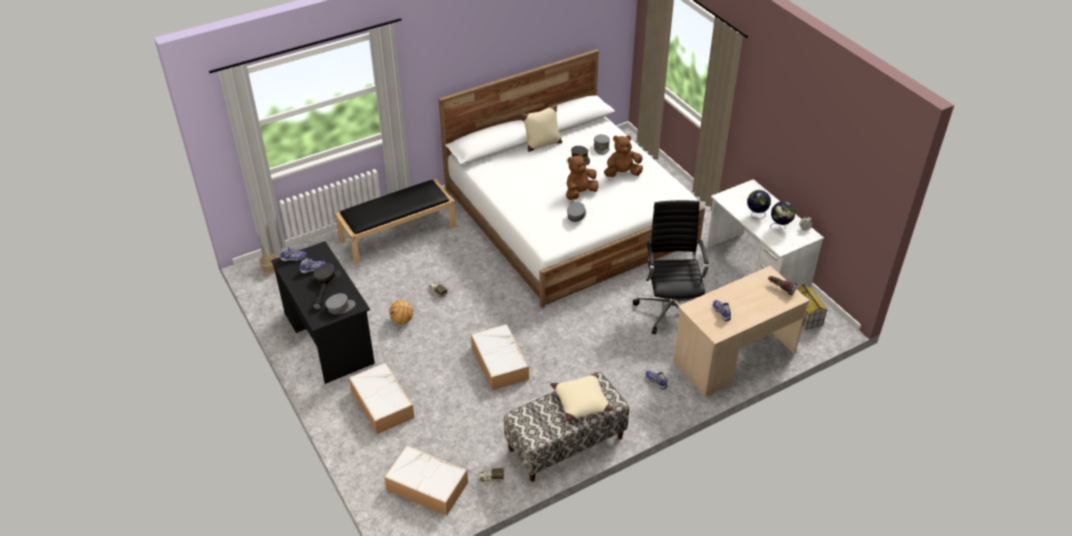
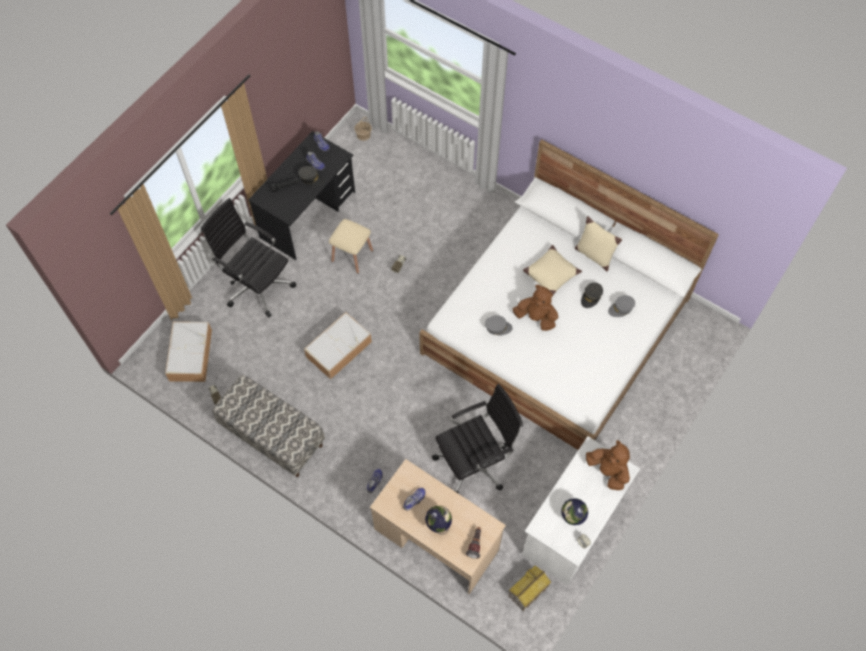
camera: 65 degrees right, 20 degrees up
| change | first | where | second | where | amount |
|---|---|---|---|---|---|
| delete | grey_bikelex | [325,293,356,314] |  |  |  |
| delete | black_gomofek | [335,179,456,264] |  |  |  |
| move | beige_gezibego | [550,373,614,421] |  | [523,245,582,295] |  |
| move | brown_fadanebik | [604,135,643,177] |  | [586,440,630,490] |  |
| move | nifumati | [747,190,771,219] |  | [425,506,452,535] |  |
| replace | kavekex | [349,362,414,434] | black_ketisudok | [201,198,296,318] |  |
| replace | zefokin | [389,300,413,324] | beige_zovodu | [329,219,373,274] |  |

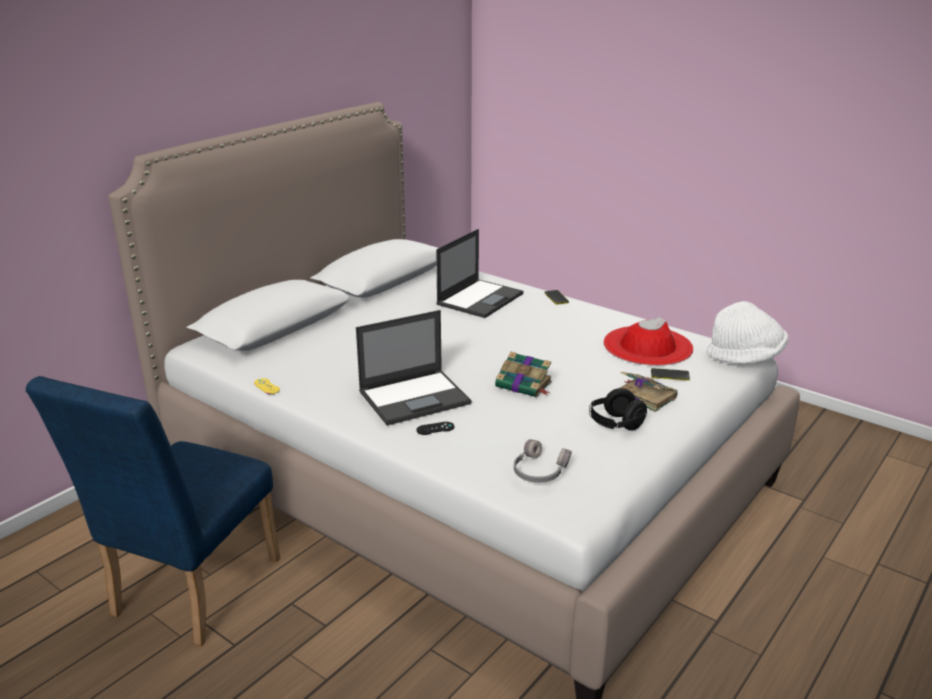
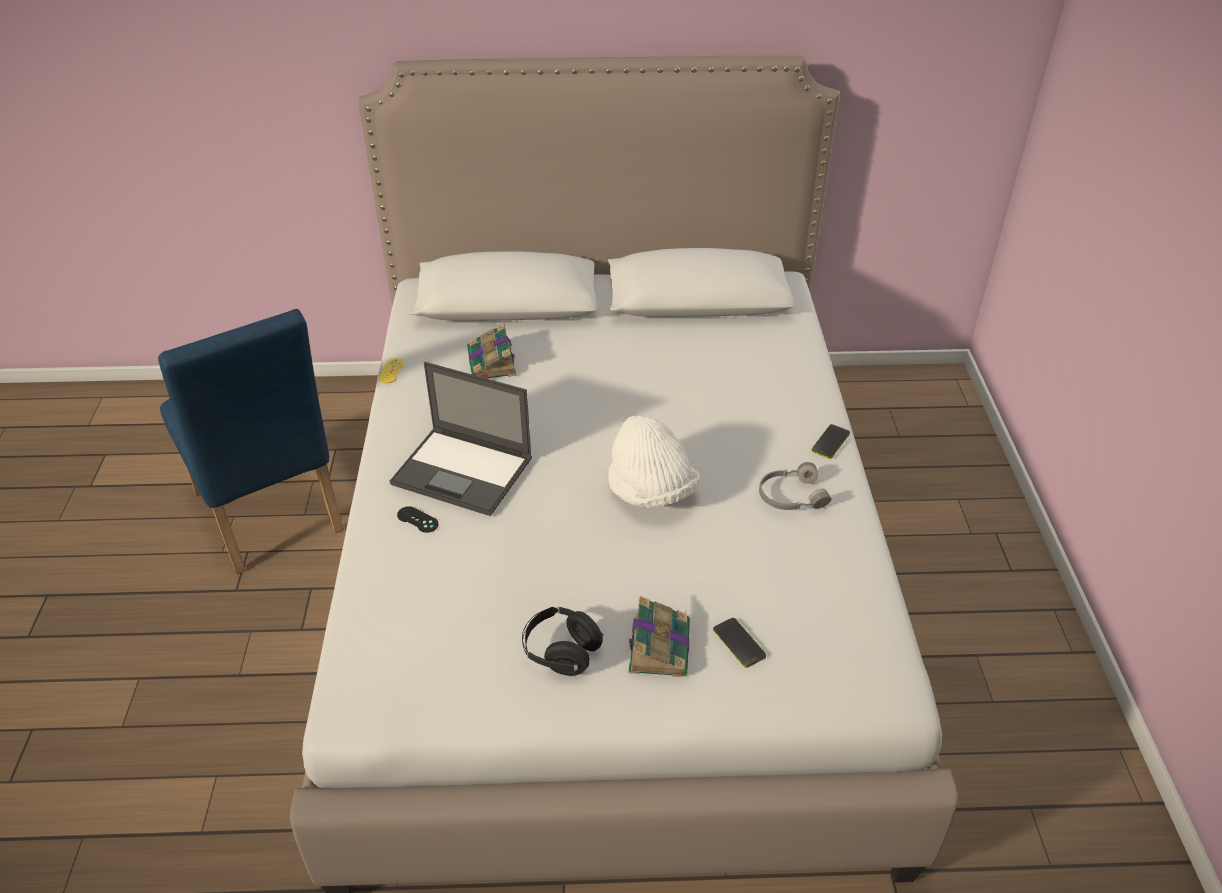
camera: 50 degrees right, 15 degrees up
| change | first | where | second | where | amount |
|---|---|---|---|---|---|
| delete | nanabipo | [436,229,523,318] |  |  |  |
| delete | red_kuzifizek | [603,317,693,366] |  |  |  |
| move | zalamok | [495,352,552,398] |  | [467,323,516,379] |  |
| move | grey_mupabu | [514,439,572,483] |  | [759,462,831,510] |  |
| move | white_kuzifizek | [707,301,788,364] |  | [608,415,700,508] |  |
| rotate | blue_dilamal | [26,376,280,646] |  | [158,309,344,575] | 105 degrees counterclockwise |

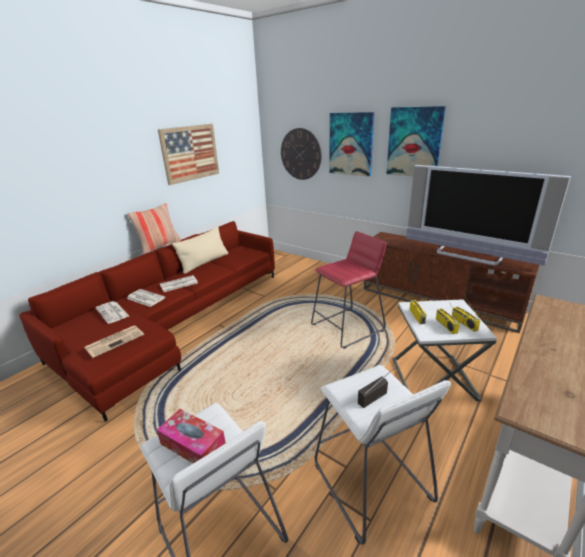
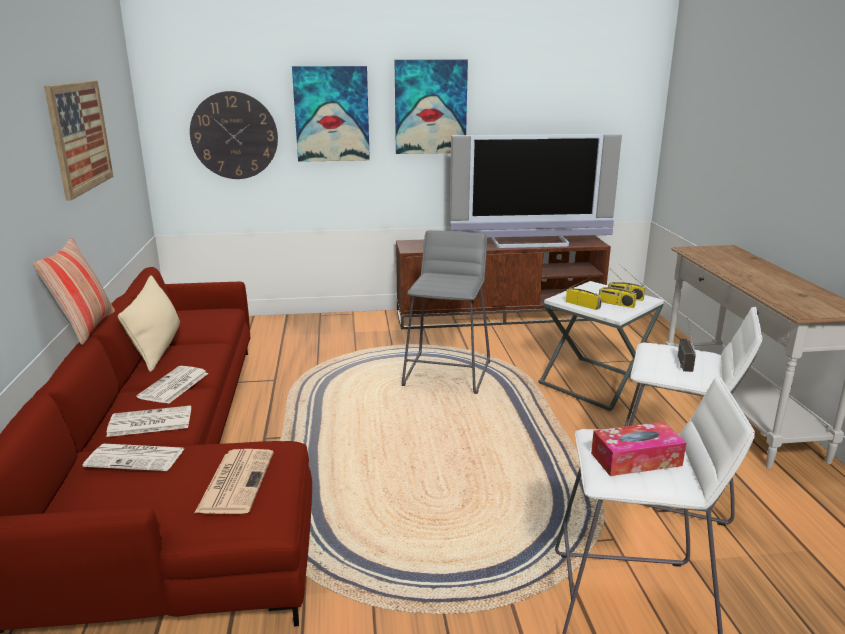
camera: 45 degrees left, 5 degrees down
| change | first | where | second | where | amount |
|---|---|---|---|---|---|
| recolor | red_zovodu | [311,231,386,349] | grey_zovodu | [402,230,490,394] |  |

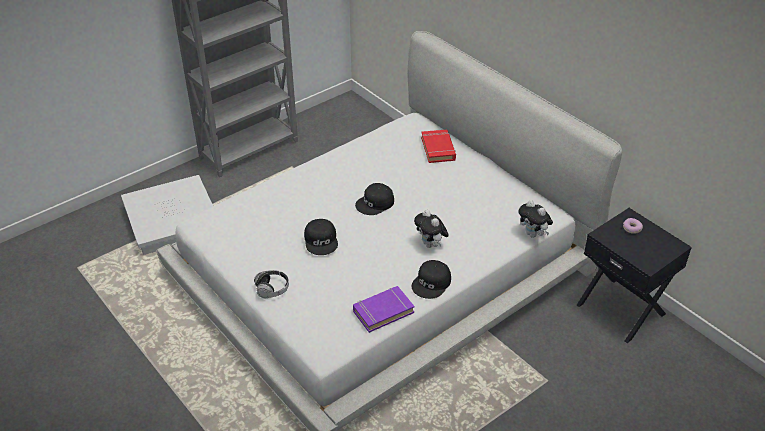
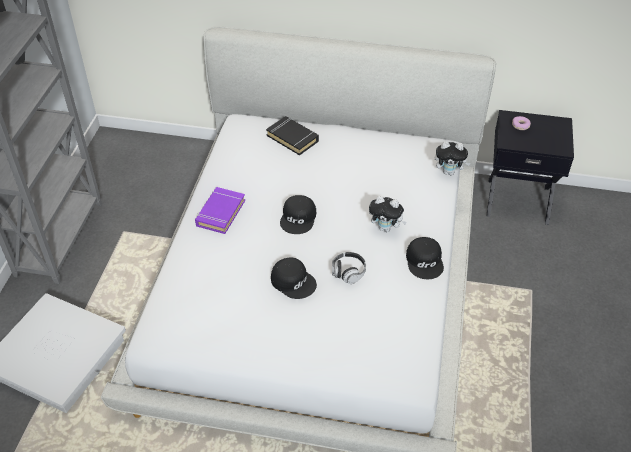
camera: 40 degrees left, 5 degrees up
| change | first | where | second | where | amount |
|---|---|---|---|---|---|
| move | mupabu | [254,270,289,298] |  | [332,252,366,284] |  |
| move | purple_zalamok | [353,286,415,333] |  | [195,187,245,234] |  |
| recolor | red_zalamok | [421,130,456,163] | black_zalamok | [266,116,319,155] |  |

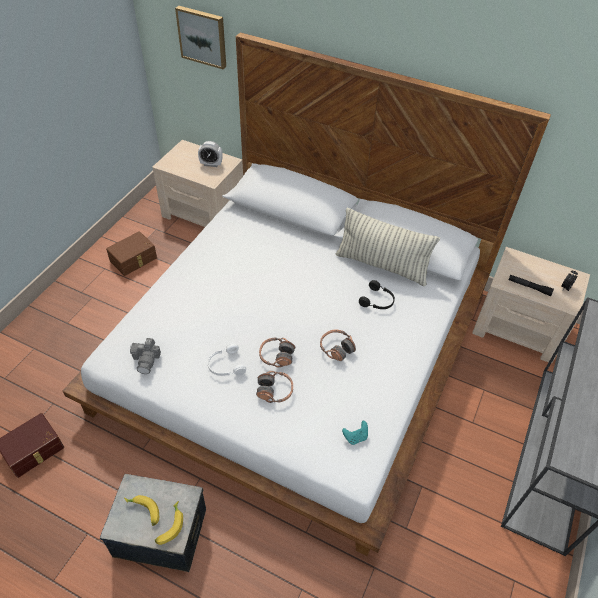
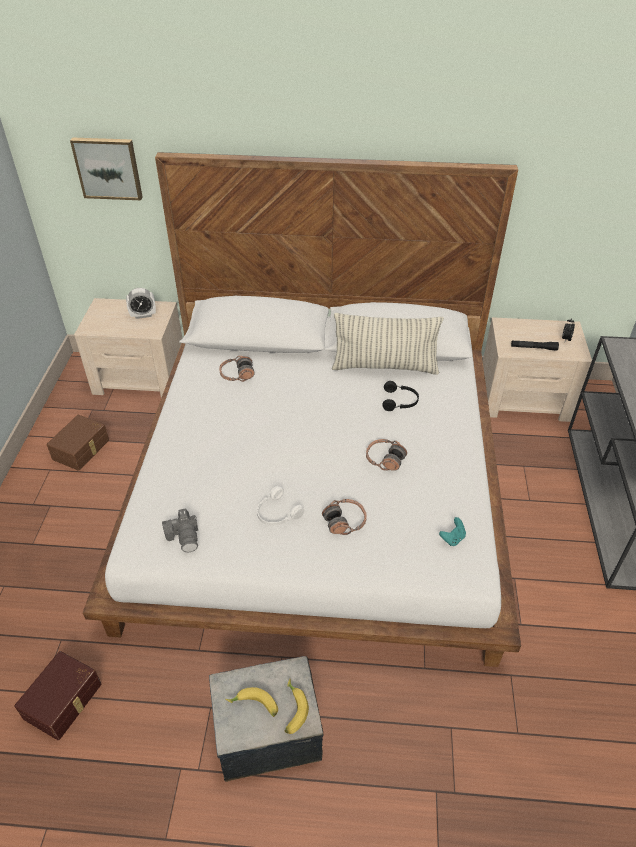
camera: 20 degrees left, 5 degrees down
| change | first | where | second | where | amount |
|---|---|---|---|---|---|
| move | mupabu | [259,338,295,368] |  | [219,356,255,382] |  |

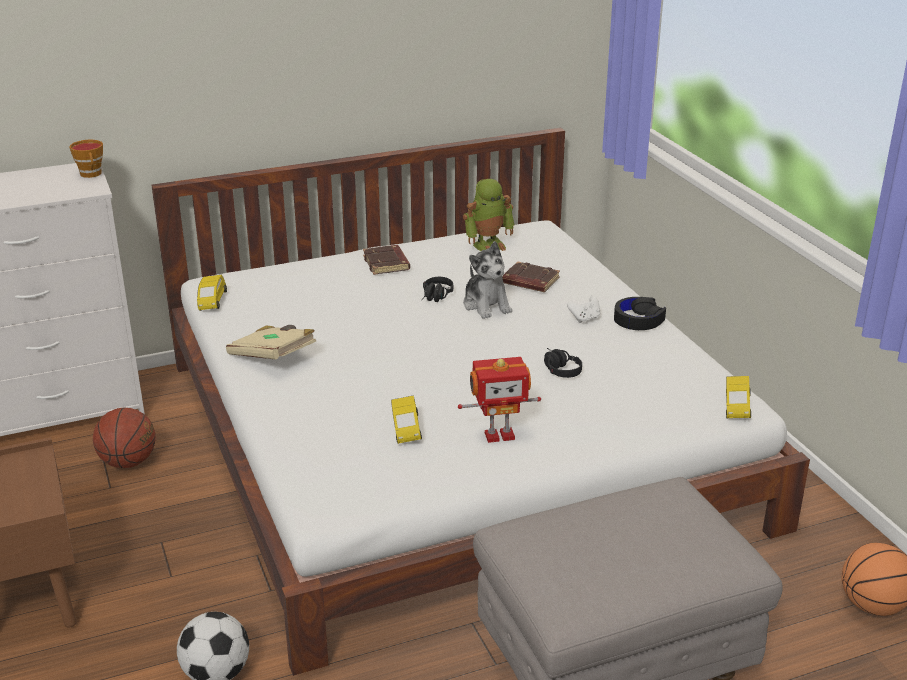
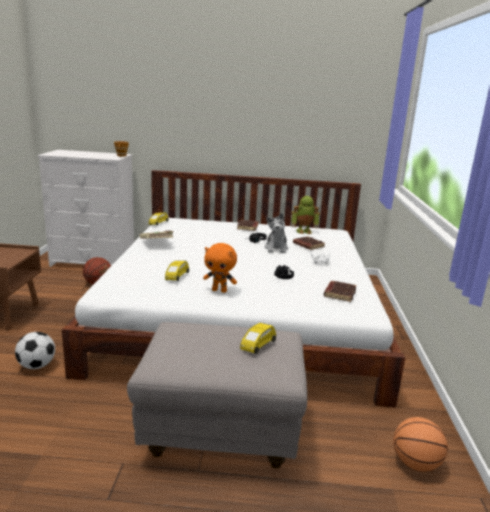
camera: 25 degrees right, 10 degrees down
| change | first | where | second | where | amount |
|---|---|---|---|---|---|
| delete | black_mupabu | [614,297,666,330] |  |  |  |
| insert |  |  | brown_zalamok | [324,281,356,302] |  |
| move | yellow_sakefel | [726,376,751,418] |  | [240,323,276,354] |  |
| replace | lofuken | [458,357,541,443] | orange_fadanebik | [203,243,237,293] |  |

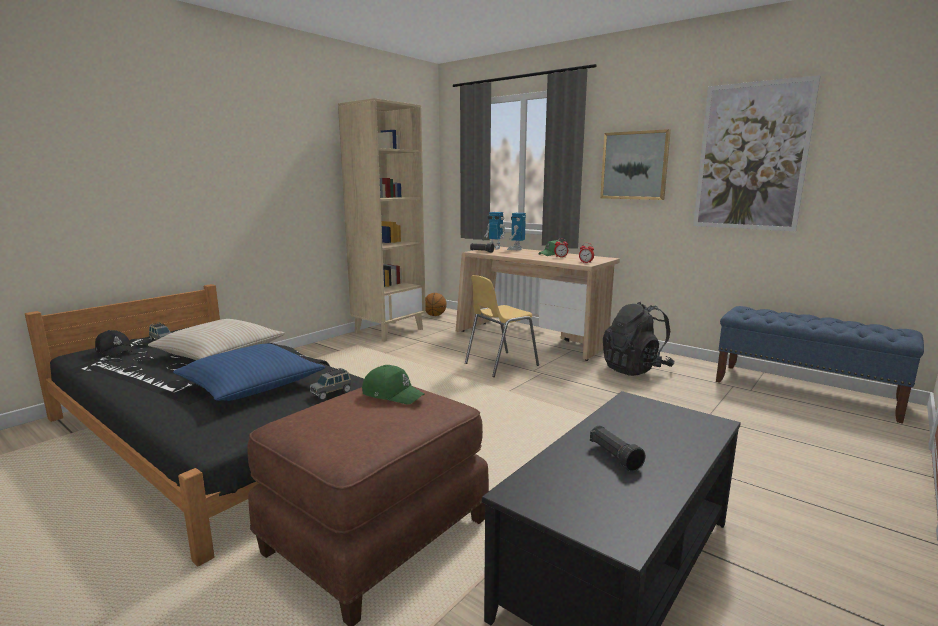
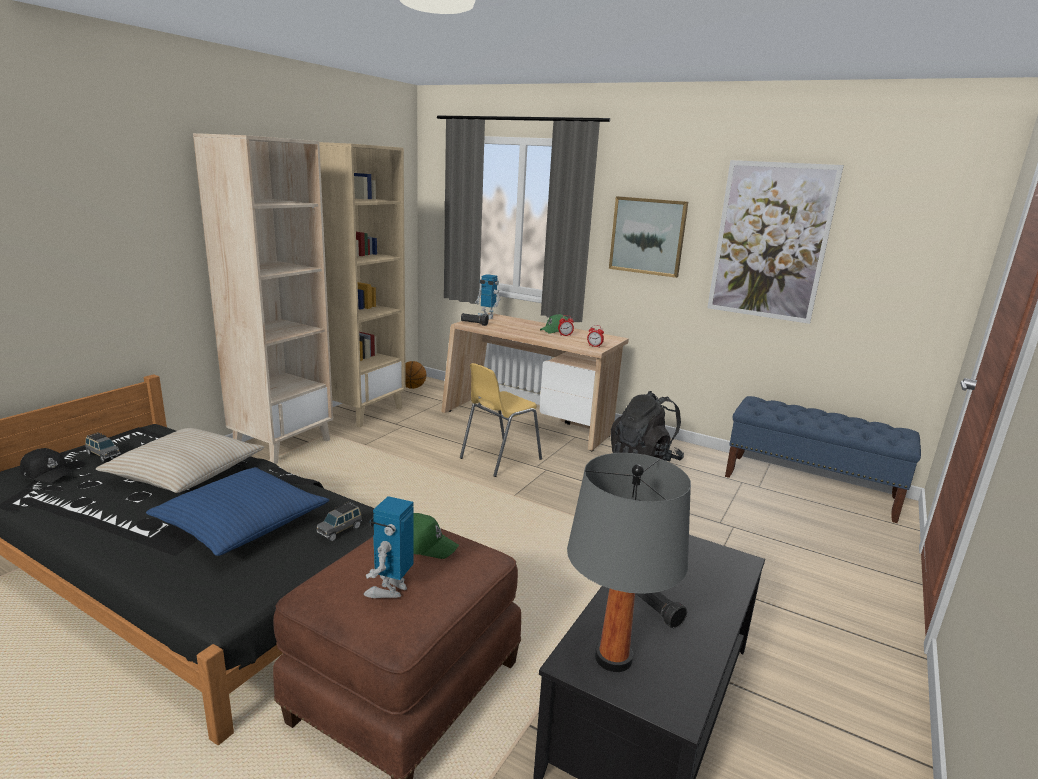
camera: 10 degrees left, 5 degrees up
| change | first | where | second | where | amount |
|---|---|---|---|---|---|
| insert |  |  | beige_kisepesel | [193,133,333,464] |  |
| insert |  |  | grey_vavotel | [567,453,691,672] |  |
| move | lofuken | [507,213,526,250] |  | [364,496,414,598] |  |

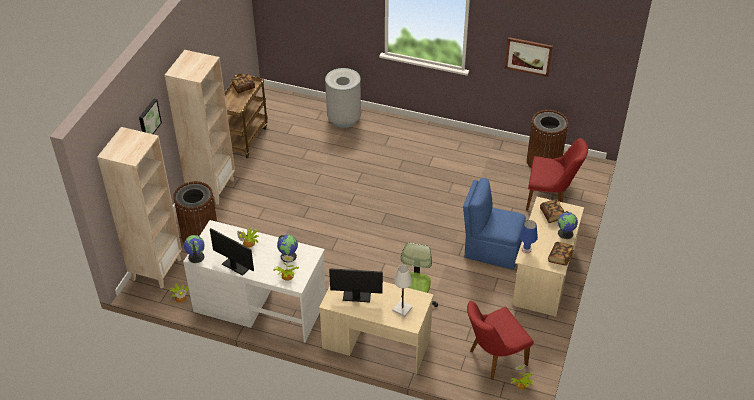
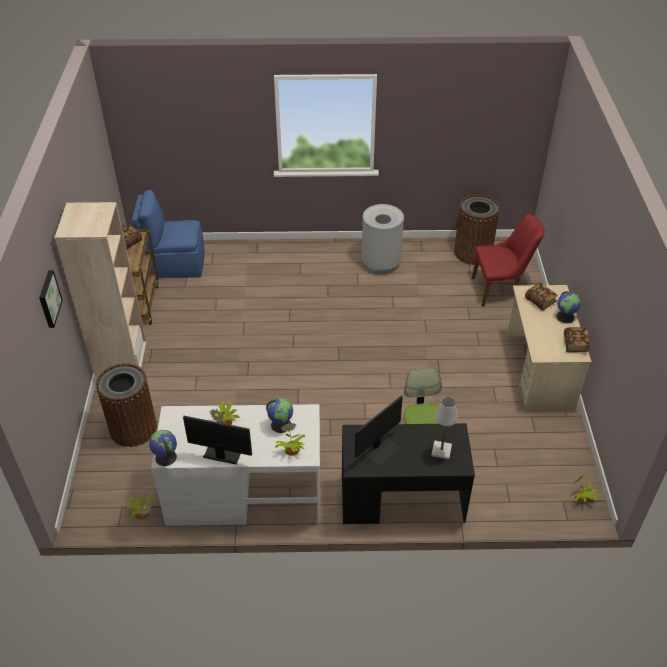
camera: 20 degrees left, 0 degrees up
| change | first | where | second | where | amount |
|---|---|---|---|---|---|
| delete | beige_kisepesel | [97,127,182,289] |  |  |  |
| delete | red_dilamal | [467,301,534,380] |  |  |  |
| delete | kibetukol | [505,37,553,77] |  |  |  |
| delete | blue_vavotel | [519,220,538,253] |  |  |  |
| move | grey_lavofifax | [325,68,361,128] |  | [362,204,404,274] |  |
| move | blue_dilamal | [463,178,526,269] |  | [132,190,205,278] |  |
| recolor | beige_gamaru | [319,282,434,375] | black_gamaru | [342,423,475,524] |  |
| rotate | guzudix | [329,268,383,302] |  | [355,396,403,467] | 150 degrees clockwise |

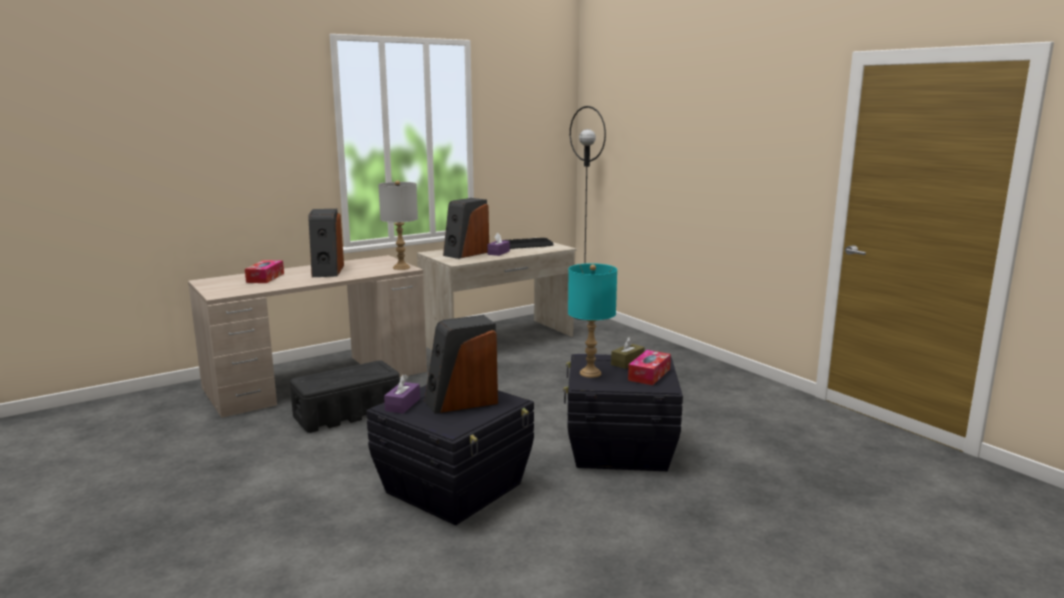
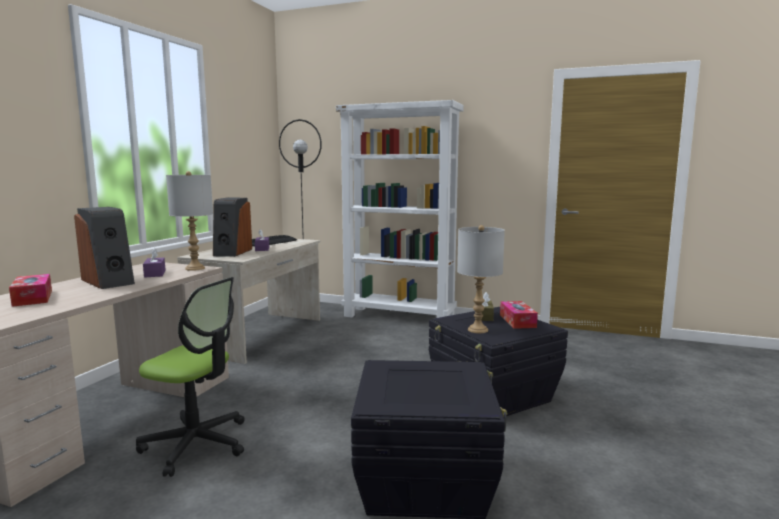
camera: 35 degrees left, 5 degrees down
| change | first | where | second | where | amount |
|---|---|---|---|---|---|
| delete | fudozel | [425,315,498,414] |  |  |  |
| insert |  |  | white_kisepesel | [336,100,464,318] |  |
| move | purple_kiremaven | [384,374,420,414] |  | [143,248,166,278] |  |
| replace | black_kavekex | [290,360,400,433] | ketisudok | [136,277,245,477] |  |
| recolor | turquoise_vavotel | [568,263,617,378] | grey_vavotel | [457,225,505,333] |  |

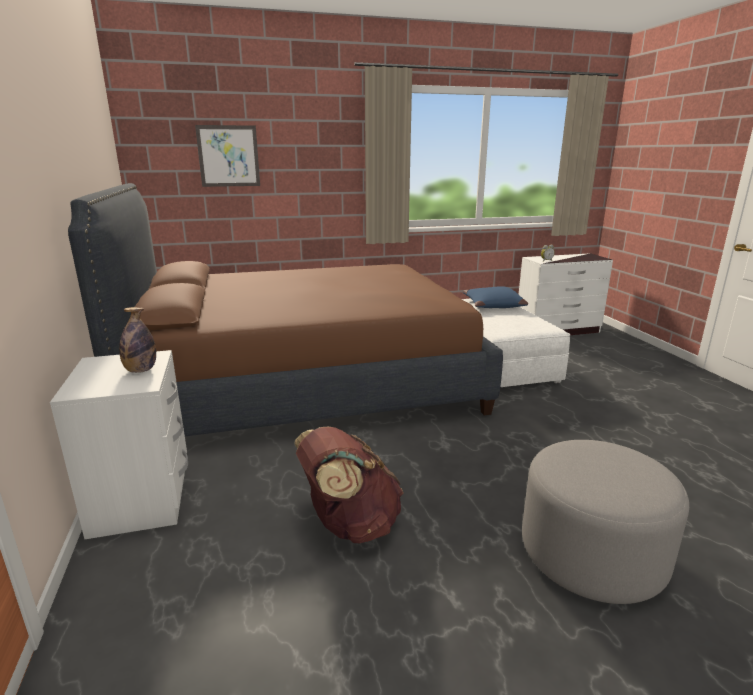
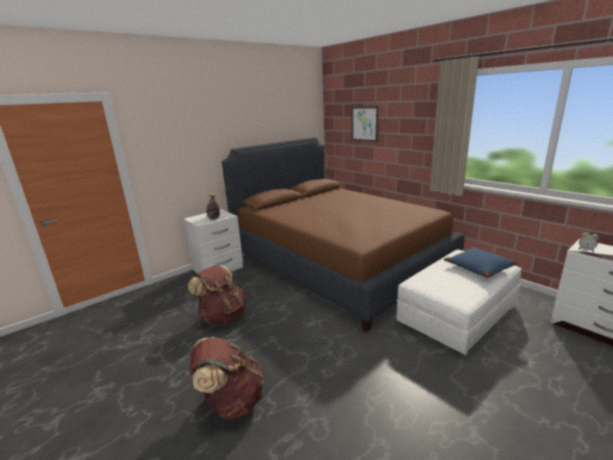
camera: 65 degrees right, 0 degrees up
| change | first | where | second | where | amount |
|---|---|---|---|---|---|
| replace | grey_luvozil | [522,440,689,604] | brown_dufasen | [190,337,264,420] |  |

